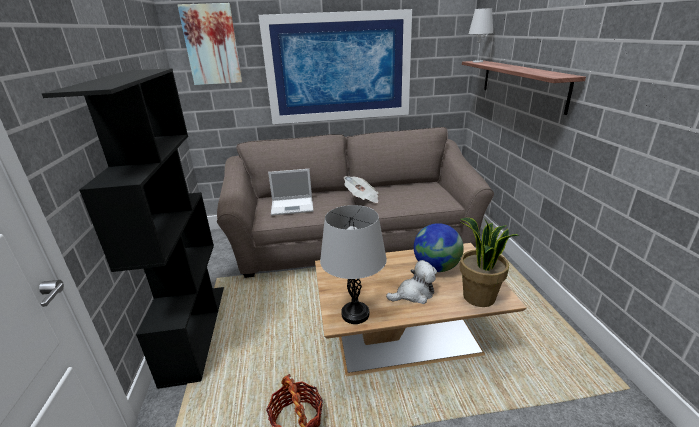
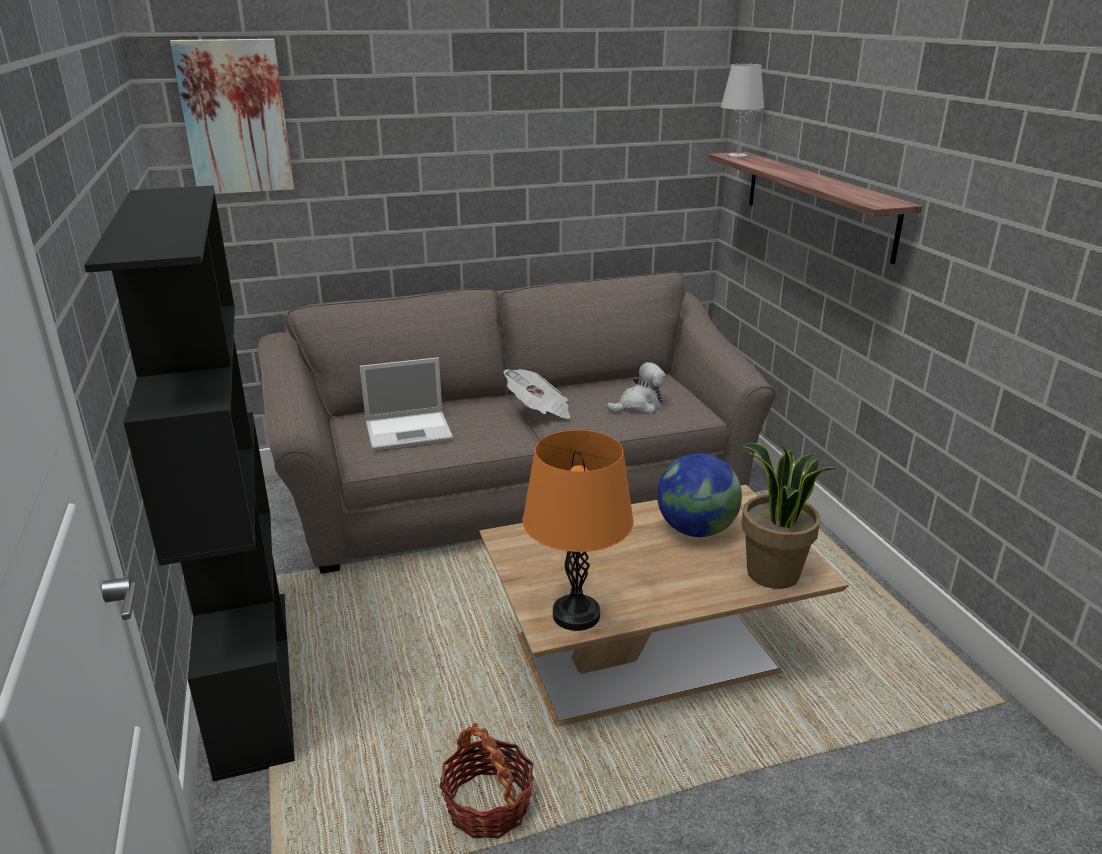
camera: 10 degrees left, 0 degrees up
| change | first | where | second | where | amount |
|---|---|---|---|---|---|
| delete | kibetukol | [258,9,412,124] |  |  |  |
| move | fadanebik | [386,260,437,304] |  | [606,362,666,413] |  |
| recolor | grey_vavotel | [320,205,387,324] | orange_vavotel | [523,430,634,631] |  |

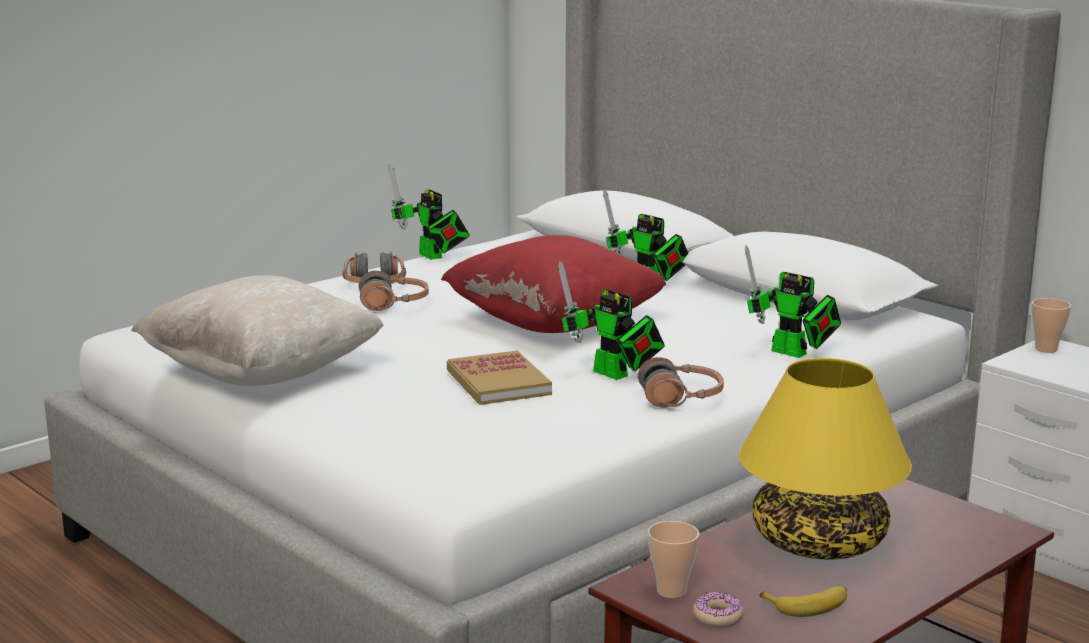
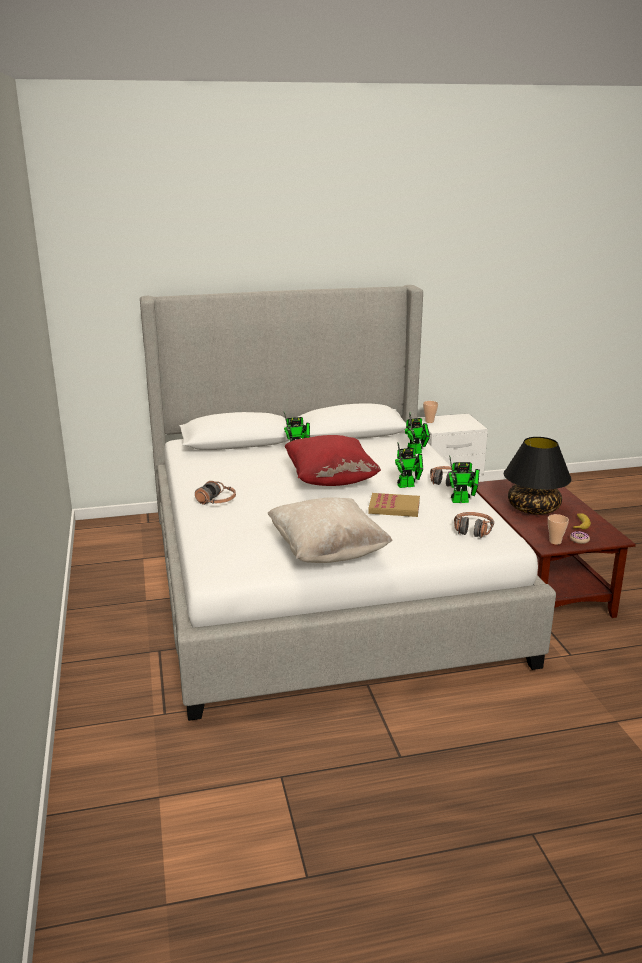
camera: 60 degrees left, 5 degrees up
| change | first | where | second | where | amount |
|---|---|---|---|---|---|
| move | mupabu | [359,271,429,311] |  | [454,512,494,538] |  |
| move | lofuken | [388,164,470,260] |  | [449,455,480,503] |  |
| recolor | yellow_vavotel | [739,358,912,560] | black_vavotel | [504,437,572,515] |  |

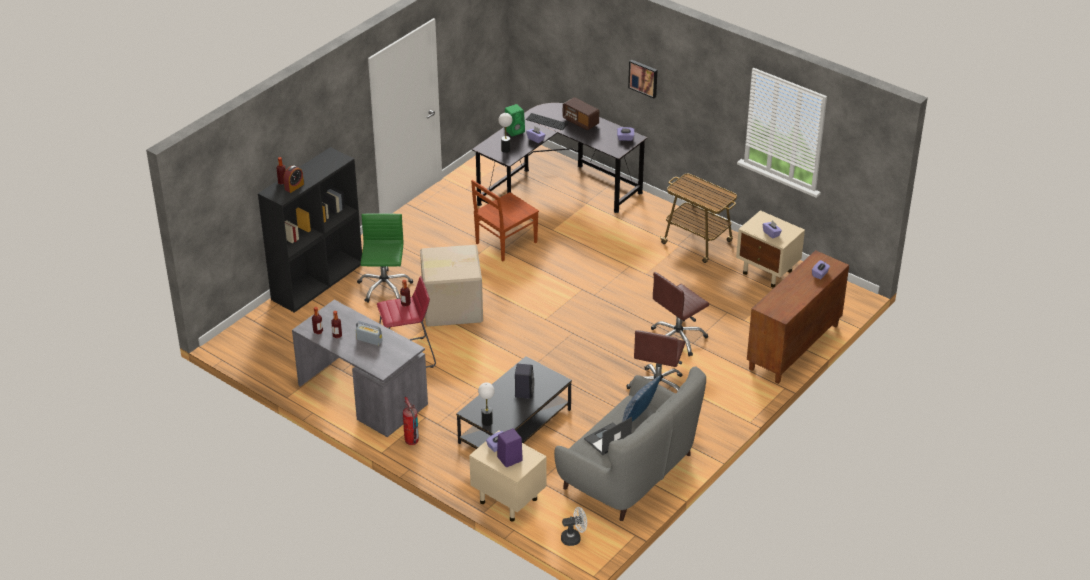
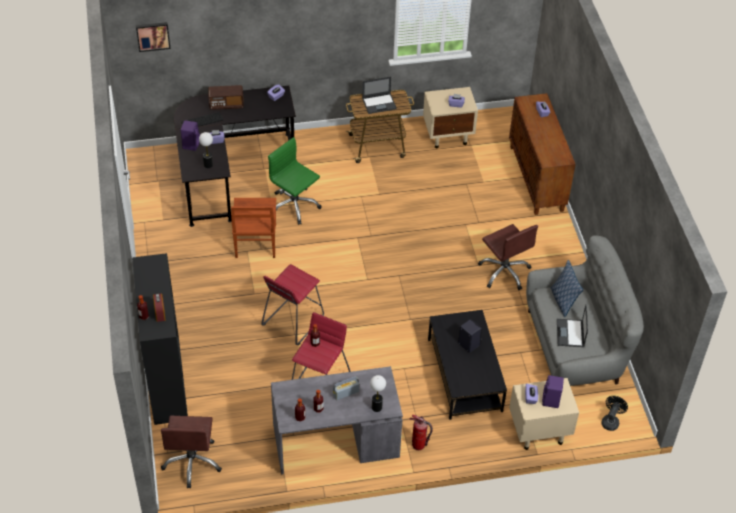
camera: 50 degrees left, 10 degrees up
| change | first | where | second | where | amount |
|---|---|---|---|---|---|
| insert |  |  | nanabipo | [362,76,397,114] |  |
| move | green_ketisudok | [357,214,413,303] |  | [268,137,321,225] |  |
| move | vavotel | [478,383,495,426] |  | [370,375,386,412] |  |
| move | kibetukol | [628,59,657,99] |  | [136,22,170,52] |  |
| move | brown_ketisudok | [651,272,709,357] |  | [161,416,222,488] |  |
| replace | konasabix | [420,245,483,327] | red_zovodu | [261,264,324,345] |  |
| recolor | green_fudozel | [505,104,525,136] | purple_fudozel | [181,121,200,151] |  |
| recolor | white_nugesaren | [561,507,587,546] | black_nugesaren | [602,396,628,431] |  |

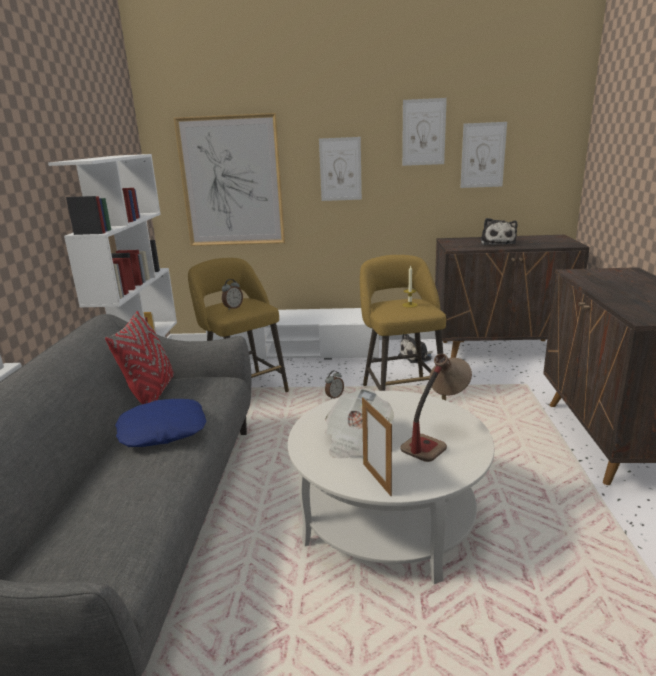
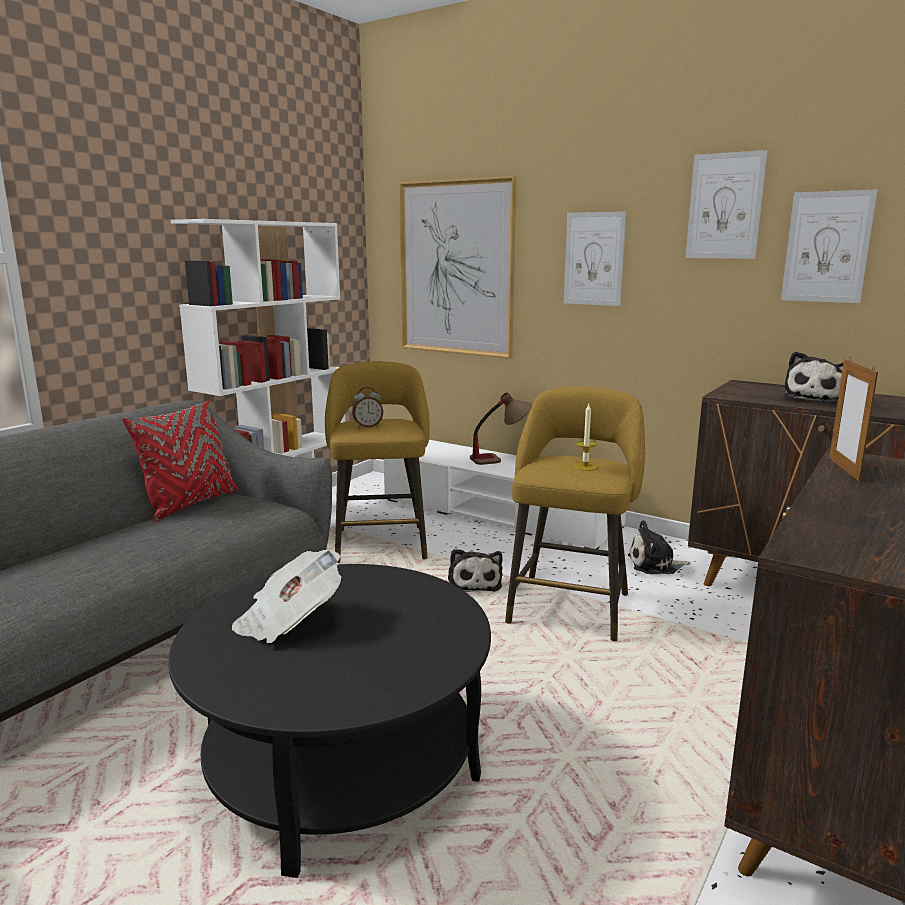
camera: 30 degrees right, 5 degrees down
| change | first | where | second | where | amount |
|---|---|---|---|---|---|
| delete | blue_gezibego | [115,399,206,447] |  |  |  |
| move | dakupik | [362,397,392,496] |  | [829,358,878,481] |  |
| move | vavotel | [400,353,472,462] |  | [470,392,532,465] |  |
| replace | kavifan | [325,371,344,399] | fadanebik | [448,549,503,592] |  |
| recolor | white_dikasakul | [288,391,494,584] | black_dikasakul | [168,564,491,878] |  |

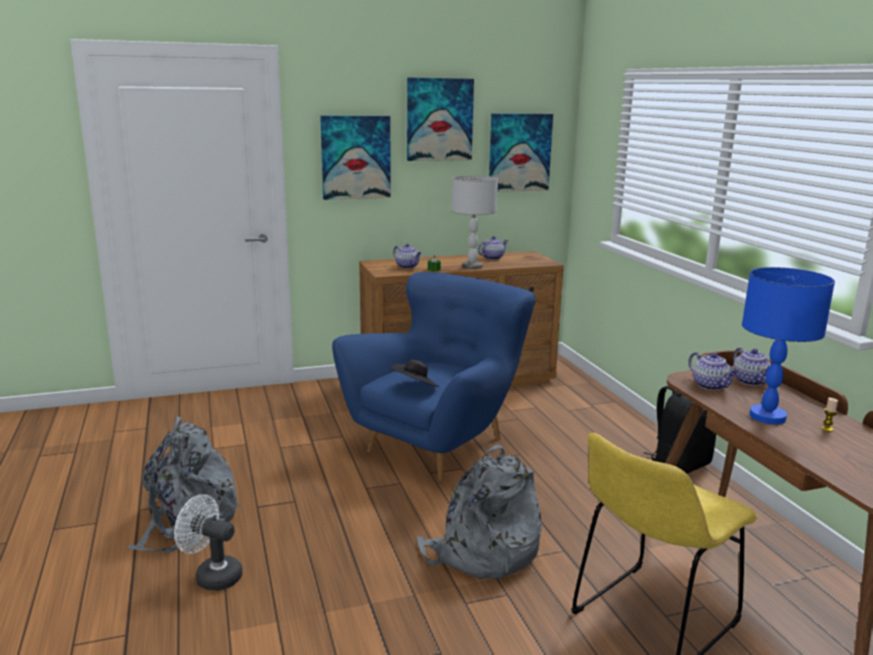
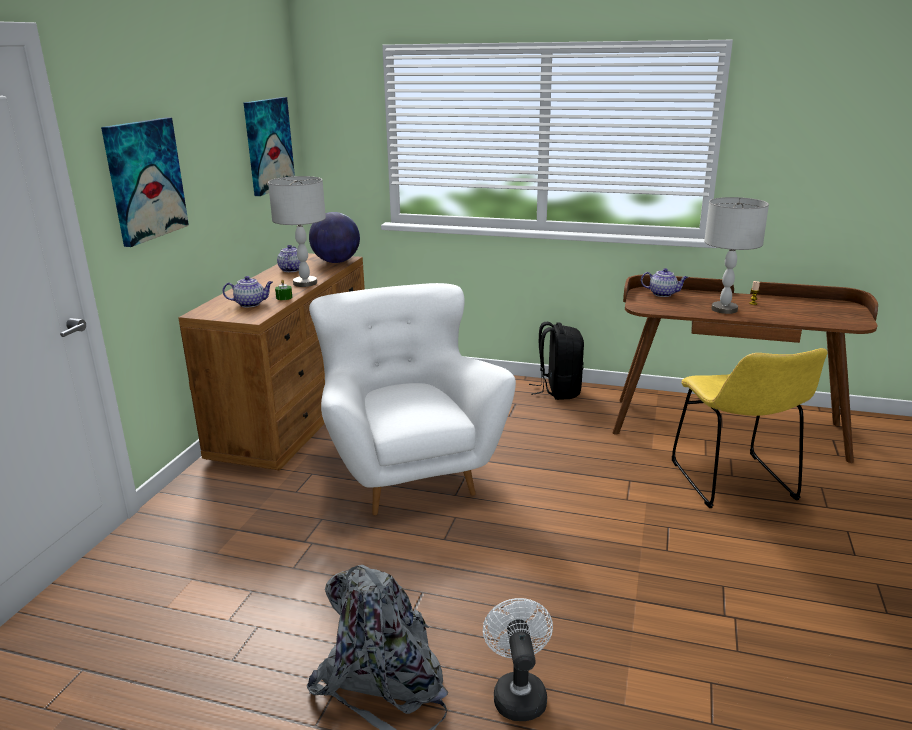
camera: 55 degrees left, 5 degrees up
| change | first | where | second | where | amount |
|---|---|---|---|---|---|
| delete | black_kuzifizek | [391,360,439,387] |  |  |  |
| delete | kibetukol | [407,78,474,161] |  |  |  |
| delete | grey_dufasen | [417,445,542,579] |  |  |  |
| delete | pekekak | [689,352,739,390] |  |  |  |
| insert |  |  | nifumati | [309,212,360,263] |  |
| recolor | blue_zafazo | [332,272,536,481] | white_zafazo | [309,283,516,515] |  |
| recolor | blue_vavotel | [742,267,835,424] | grey_vavotel | [704,197,769,314] |  |
| rotate | white_nugesaren | [174,494,243,591] |  | [483,598,553,721] | 120 degrees clockwise |

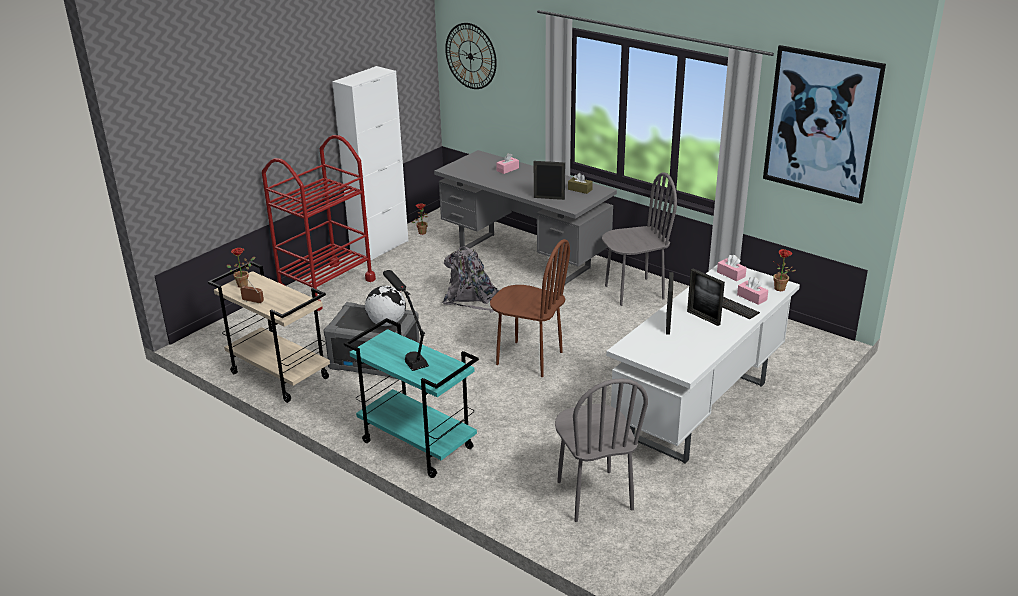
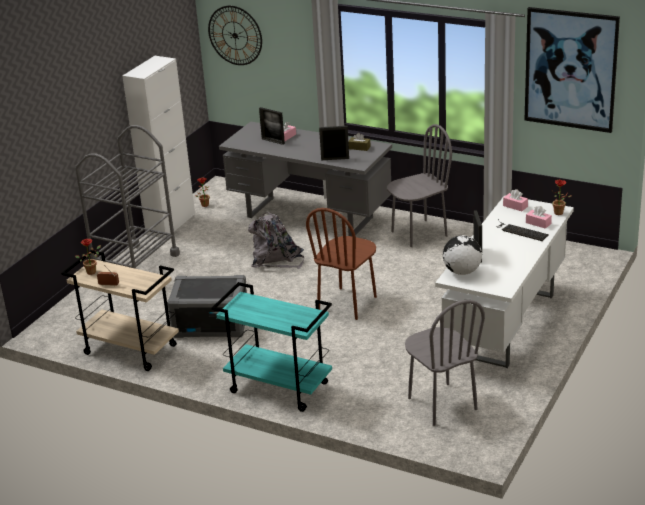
camera: 10 degrees left, 0 degrees up
| change | first | where | second | where | amount |
|---|---|---|---|---|---|
| delete | black_vavotel | [383,270,429,371] |  |  |  |
| move | nifumati | [365,286,406,326] |  | [443,235,482,275] |  |
| move | dakupik | [687,269,725,326] |  | [259,107,285,145] |  |
| recolor | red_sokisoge | [262,135,376,311] | grey_sokisoge | [75,125,180,269] |  |
| rotate | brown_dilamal | [490,239,570,377] |  | [306,208,377,320] | 105 degrees clockwise |

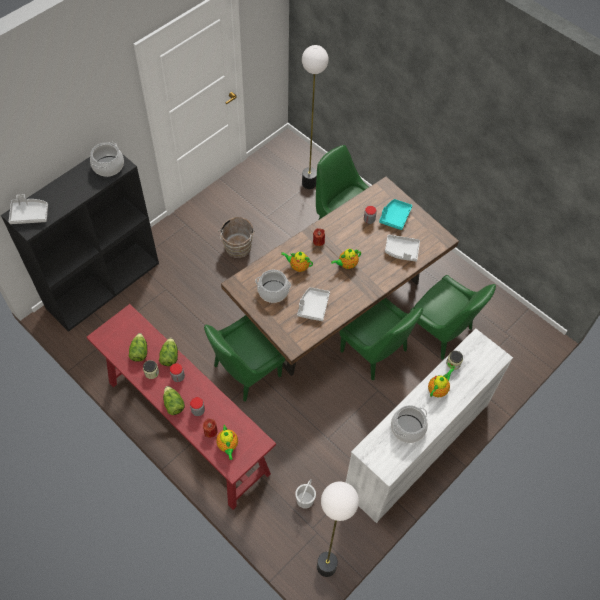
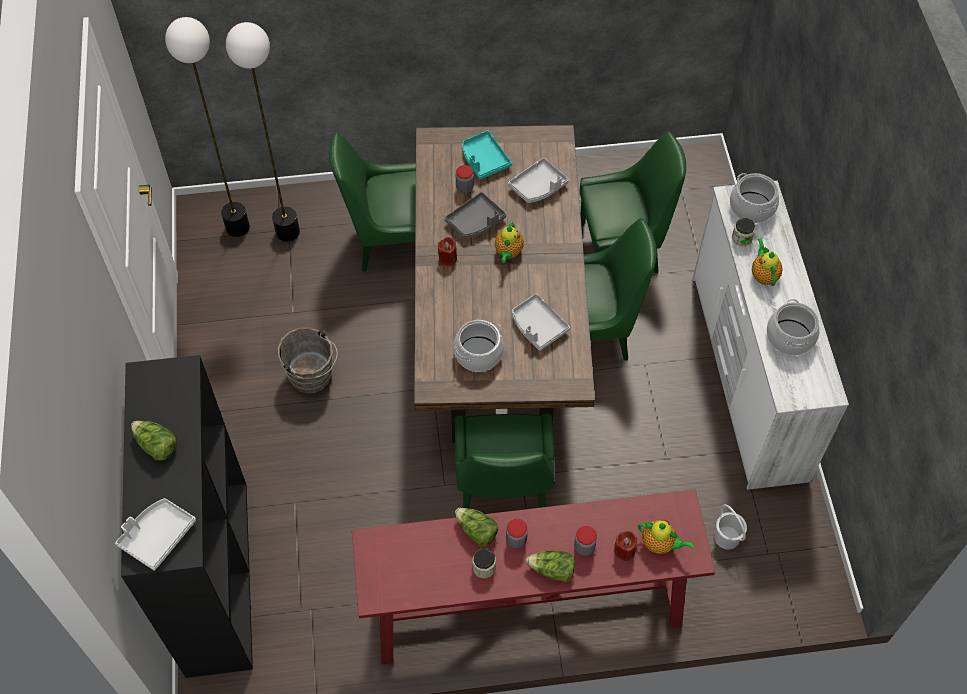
camera: 50 degrees left, 0 degrees up
| change | first | where | second | where | amount |
|---|---|---|---|---|---|
| delete | pekekak | [281,252,313,272] |  |  |  |
| insert |  |  | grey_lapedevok | [444,192,506,239] |  |
| move | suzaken | [90,142,124,177] |  | [730,173,779,223] |  |
| move | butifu | [128,333,147,362] |  | [131,421,177,460] |  |
| move | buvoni | [317,482,359,577] |  | [165,17,250,237] |  |

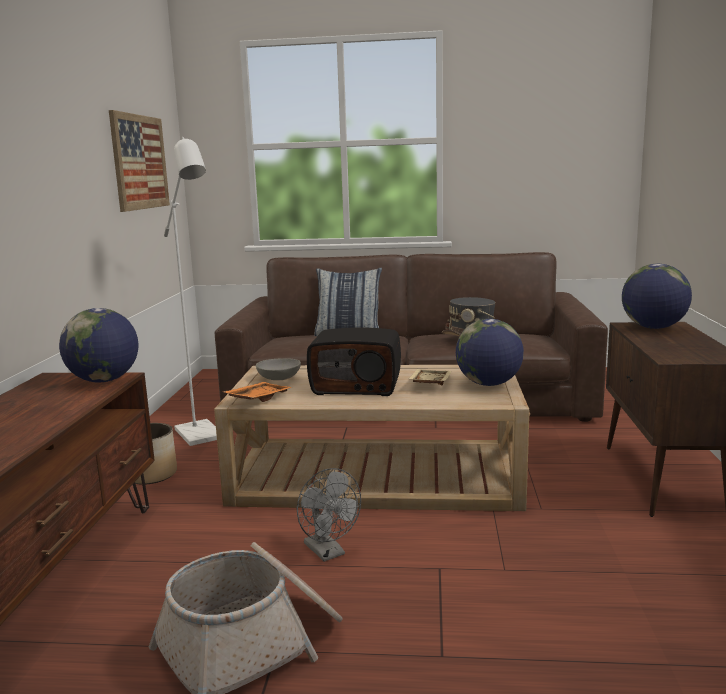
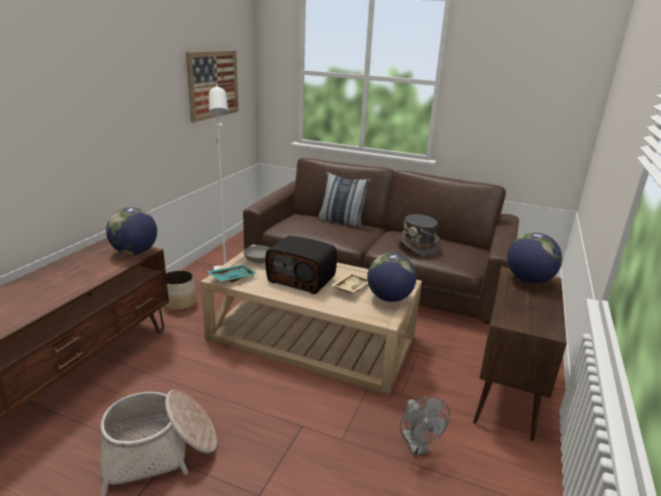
camera: 15 degrees right, 10 degrees up
| change | first | where | second | where | amount |
|---|---|---|---|---|---|
| move | grey_nugesaren | [297,468,361,562] |  | [400,397,450,456] |  |
| recolor | orange_lapedevok | [224,382,293,402] | turquoise_lapedevok | [206,264,257,283] |  |

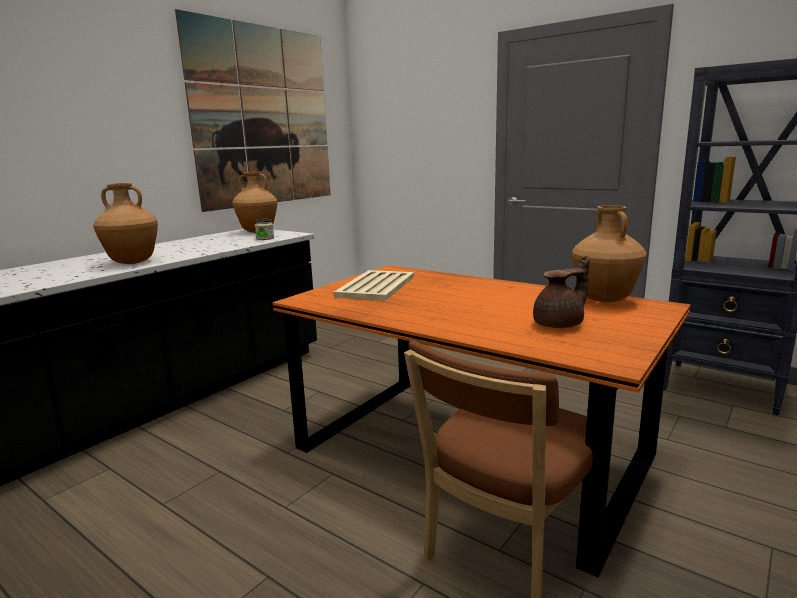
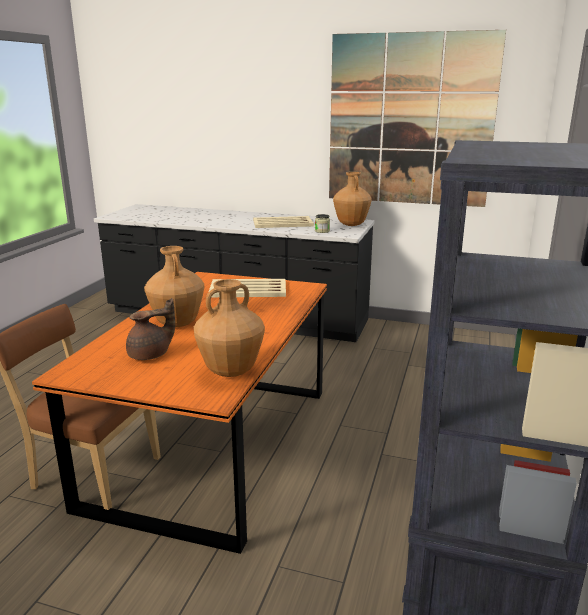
camera: 70 degrees right, 5 degrees up
| change | first | where | second | where | amount |
|---|---|---|---|---|---|
| insert |  |  | beige_lapedevok | [253,216,314,228] |  |
| move | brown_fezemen | [93,183,158,264] |  | [144,246,204,327] |  |
| rotate | brown_pekekak | [533,256,589,328] |  | [126,298,175,360] | 75 degrees counterclockwise |

